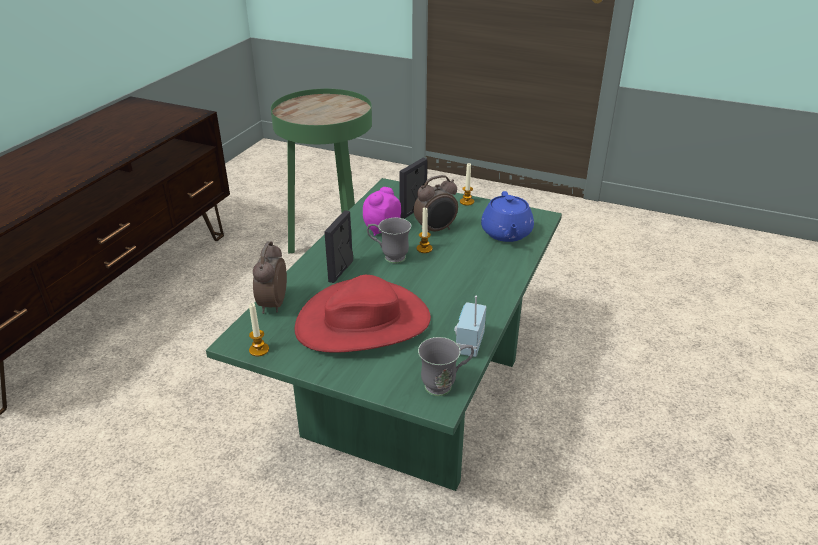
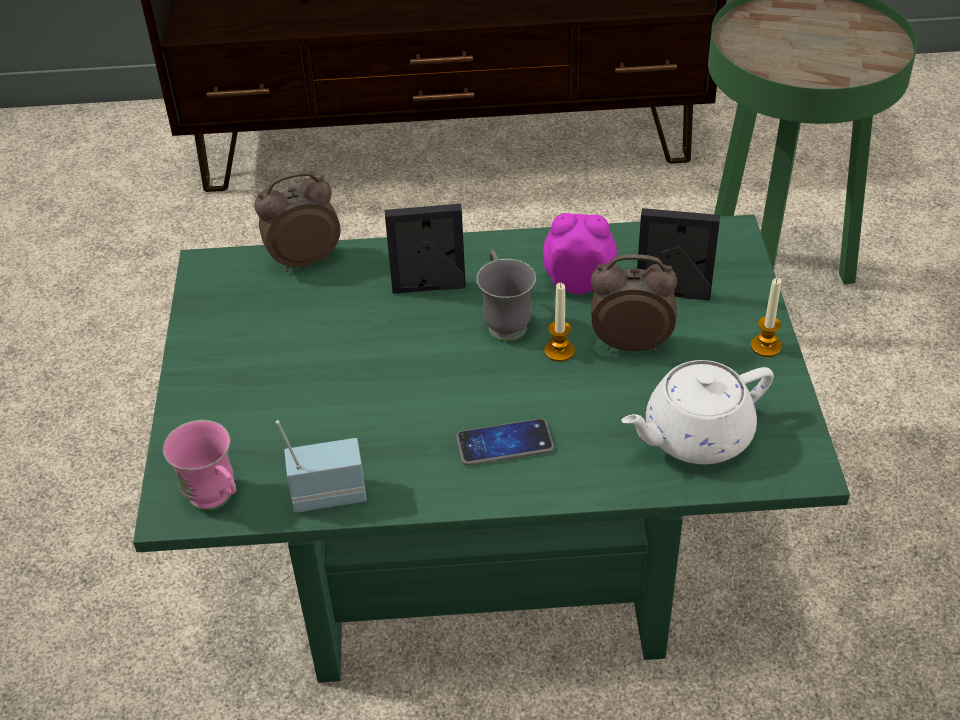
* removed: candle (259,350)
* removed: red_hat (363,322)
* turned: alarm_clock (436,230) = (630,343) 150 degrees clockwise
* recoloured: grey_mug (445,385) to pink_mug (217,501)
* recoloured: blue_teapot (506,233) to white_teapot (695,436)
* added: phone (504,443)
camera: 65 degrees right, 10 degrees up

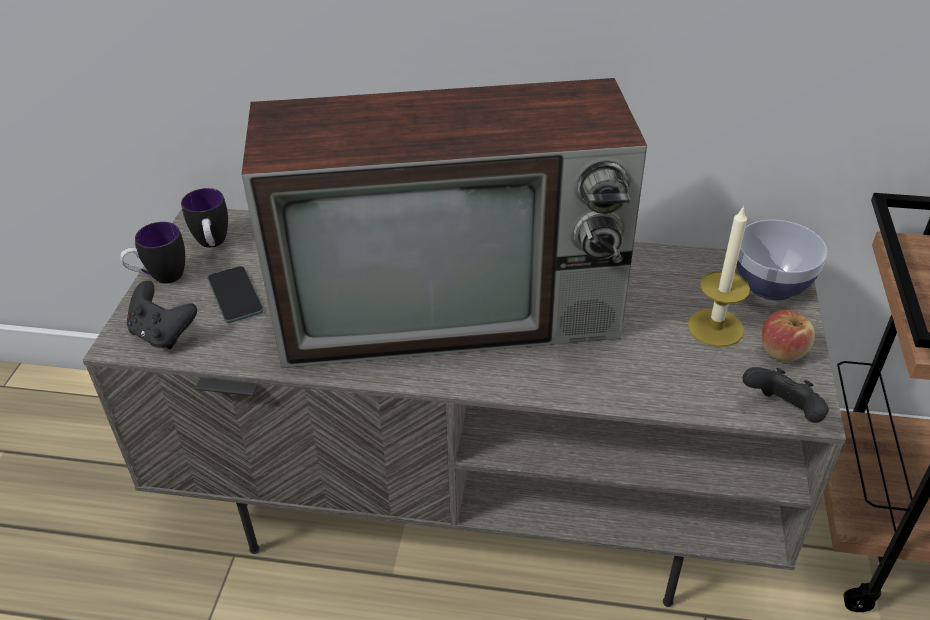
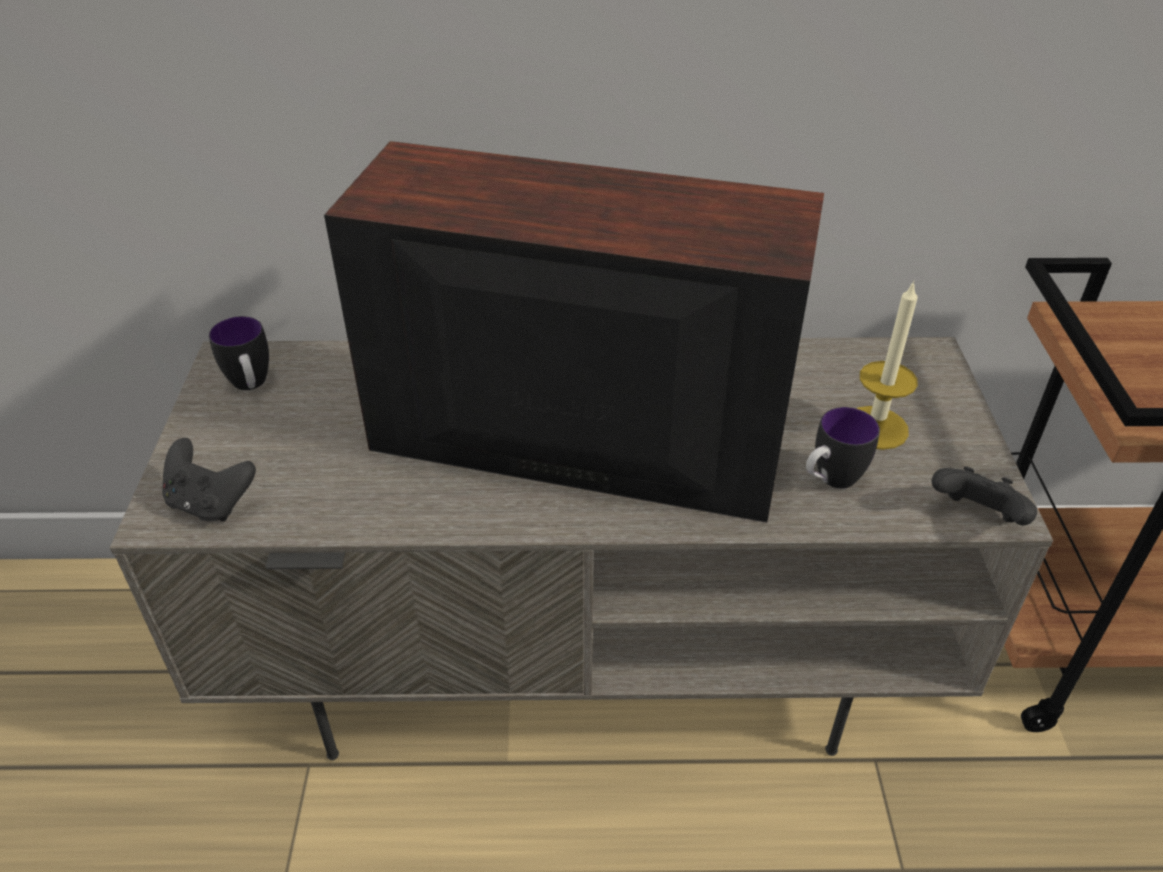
* moved: mug (160,278) to (830,481)
* removed: phone (235,295)
* turned: television (454,311) = (569,438) 150 degrees counterclockwise
* removed: bowl (771,285)
* removed: apple (782,351)
camera: 10 degrees left, 0 degrees up

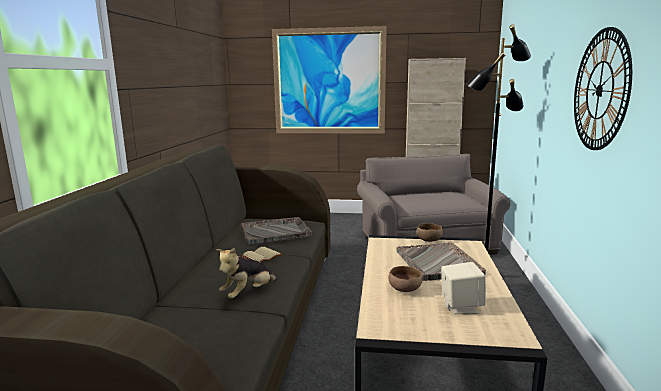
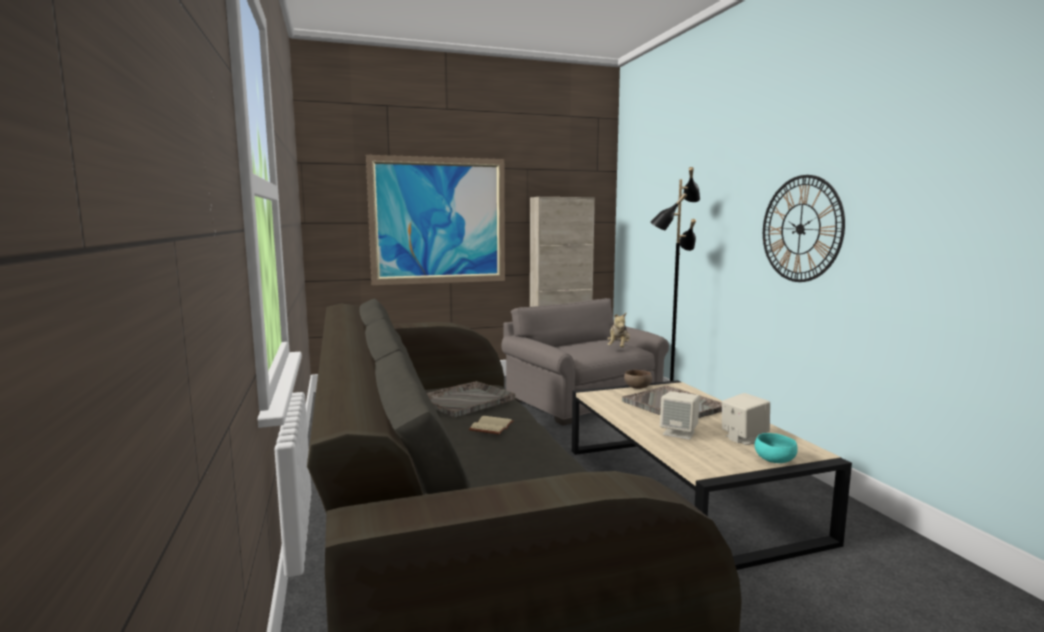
* moved: plush_toy (248,293) to (619,348)
* replaced: brown_bowl (405,290) to beige_speaker (679,433)
* added: turquoise_bowl (775,461)
camera: 25 degrees left, 5 degrees down

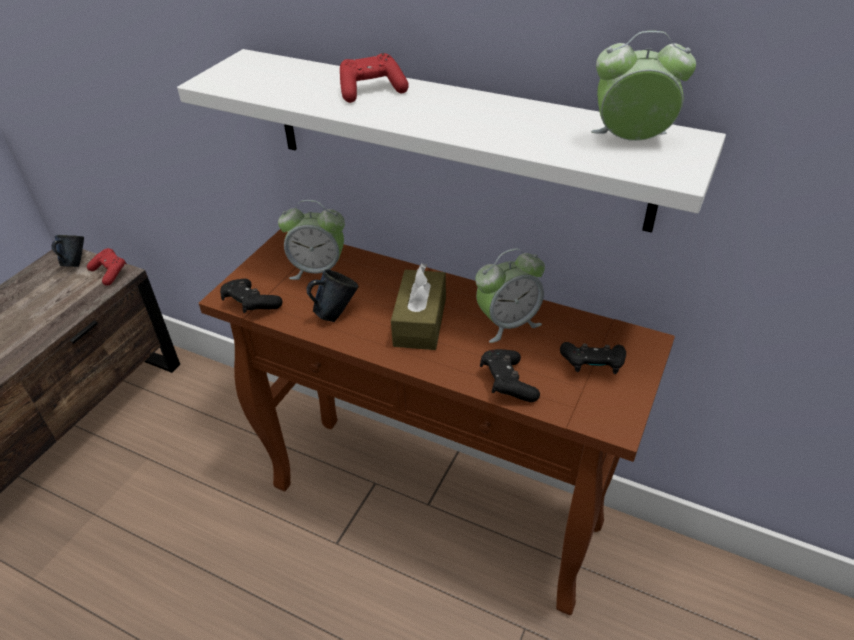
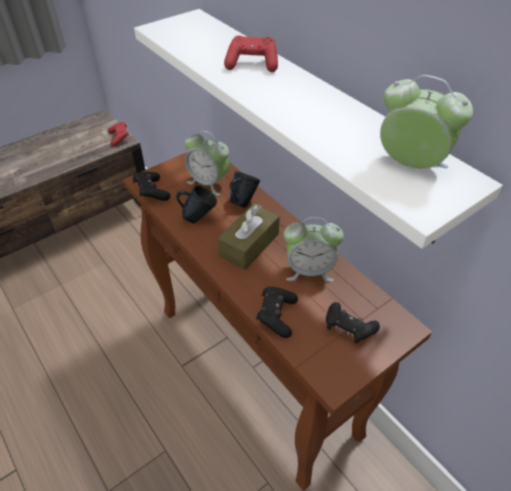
* moved: blue_mug (75,263) to (243,202)
camera: 25 degrees right, 5 degrees up

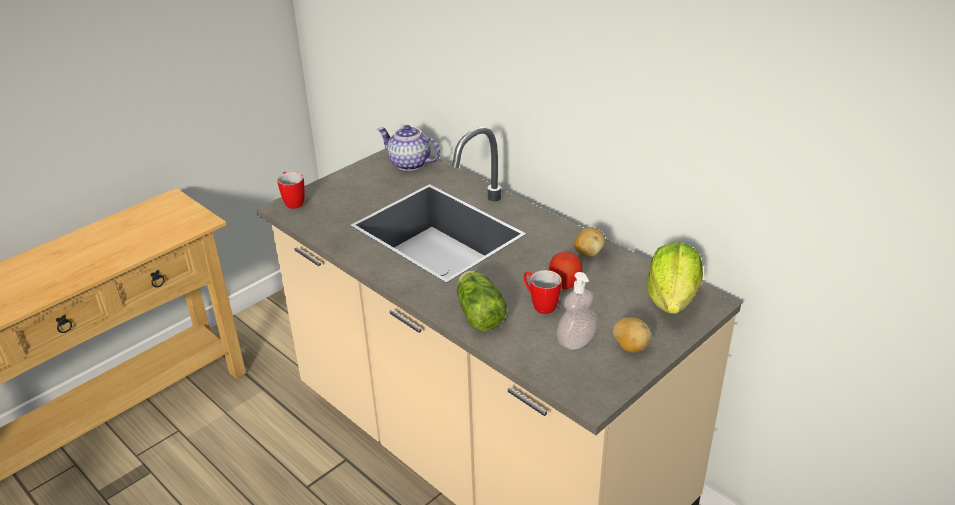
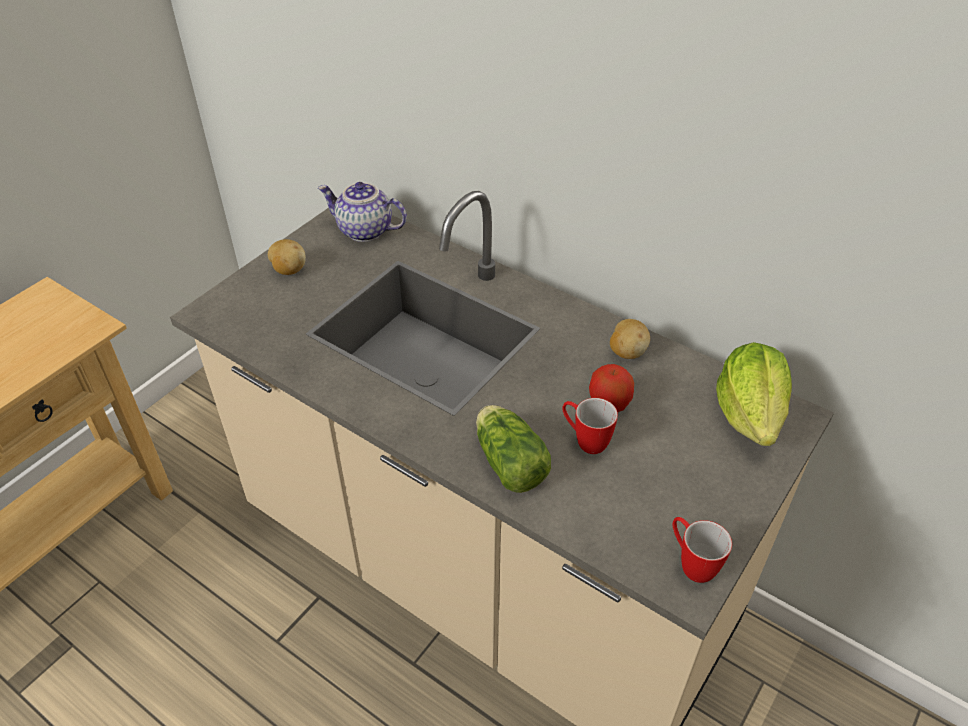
* moved: mug (293,202) to (691,563)
* removed: soap_dispenser (576,341)
* moved: potato (630,347) to (288,270)
camera: 10 degrees left, 10 degrees up

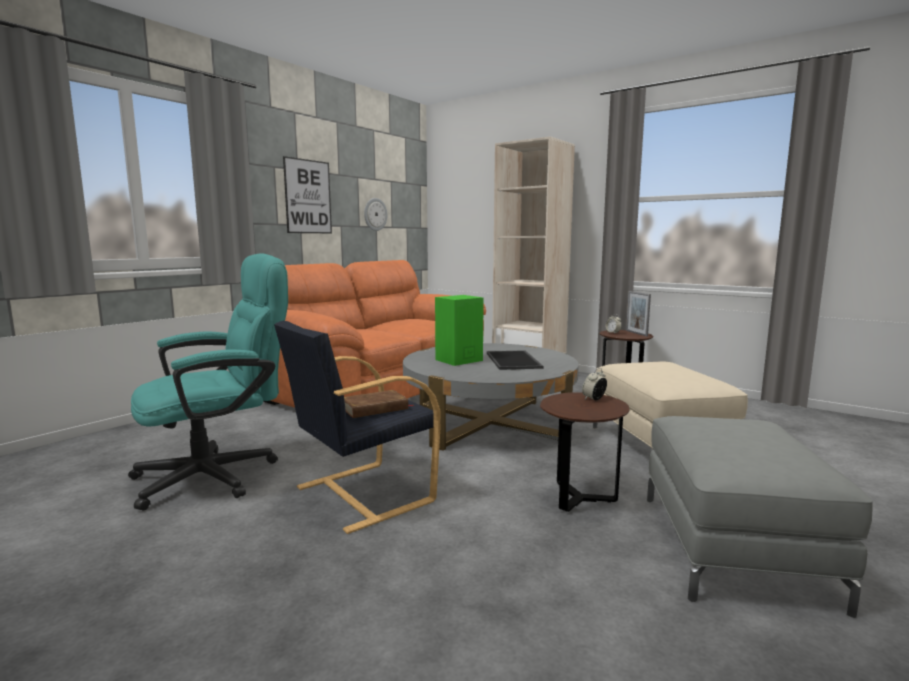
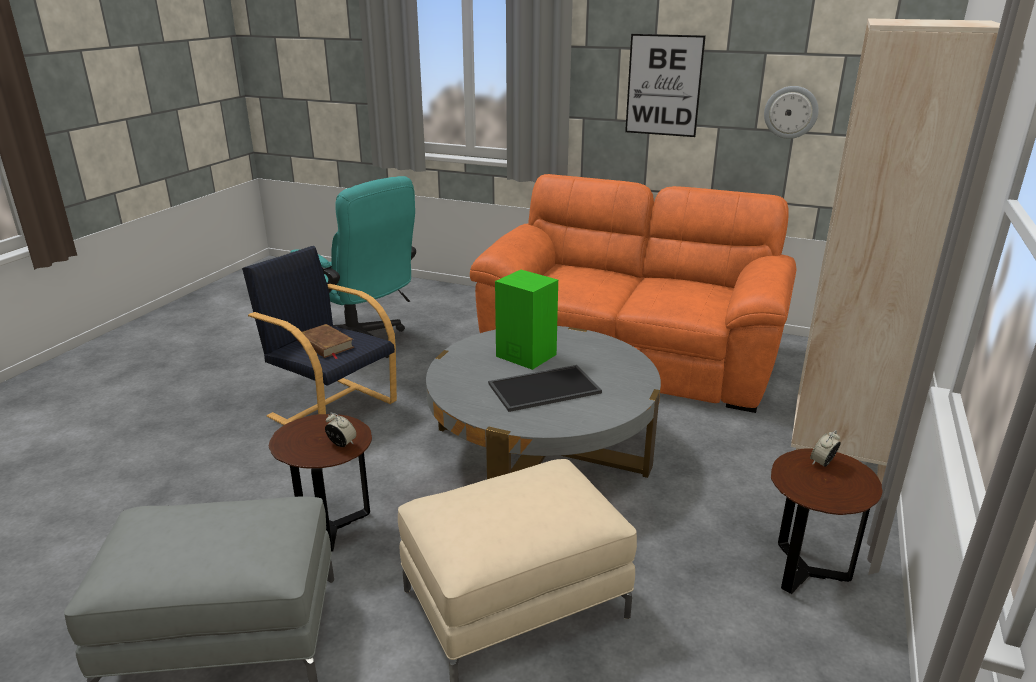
* removed: picture_frame (636,333)
camera: 75 degrees right, 15 degrees up

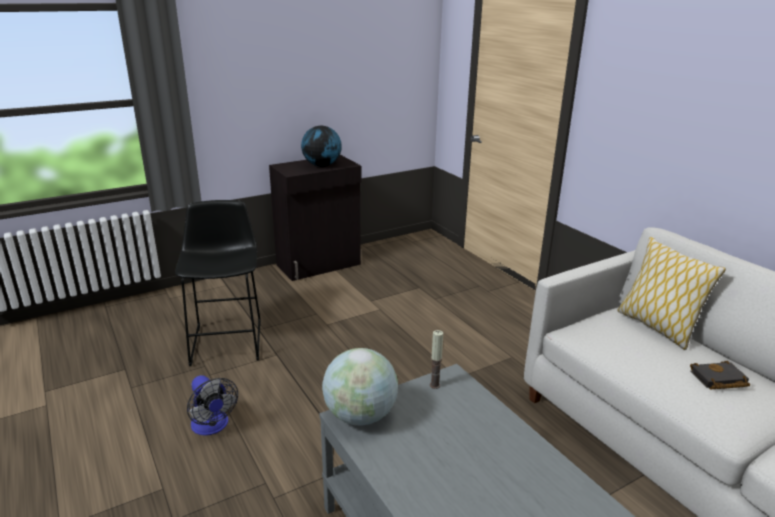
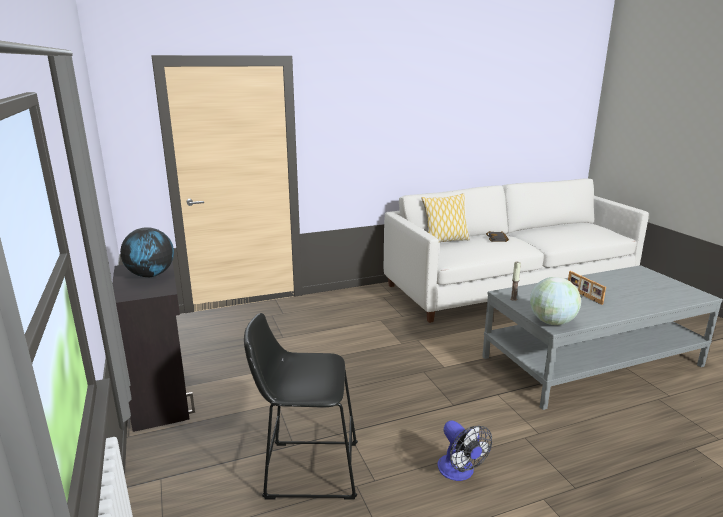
* turned: fan (212,426) = (459,472) 90 degrees clockwise
* added: picture_frame (583,295)
camera: 80 degrees left, 5 degrees down

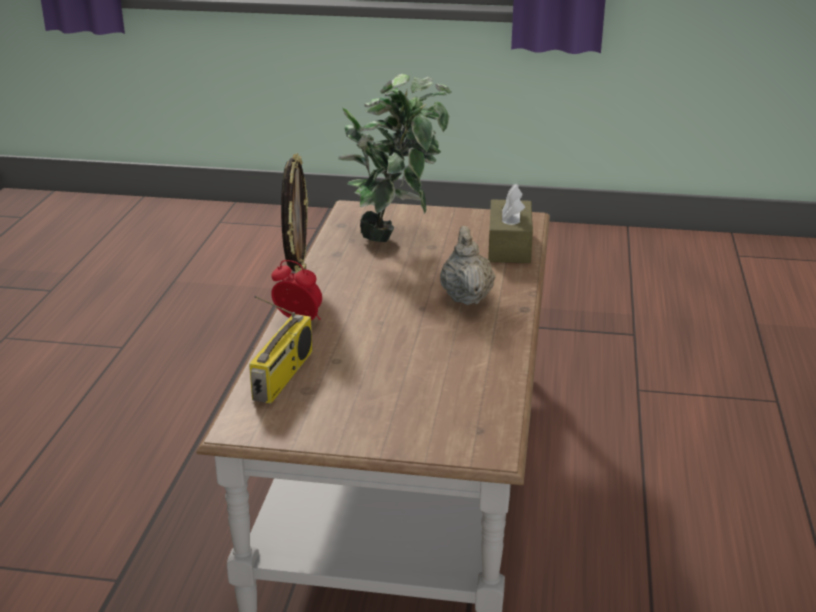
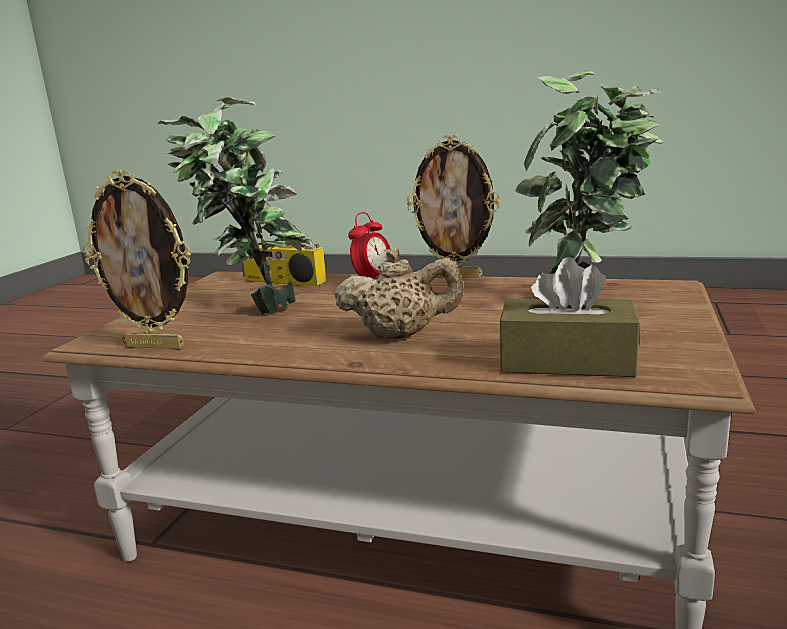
* added: picture_frame (156,346)
* added: potted_plant (253,309)
camera: 100 degrees right, 10 degrees down

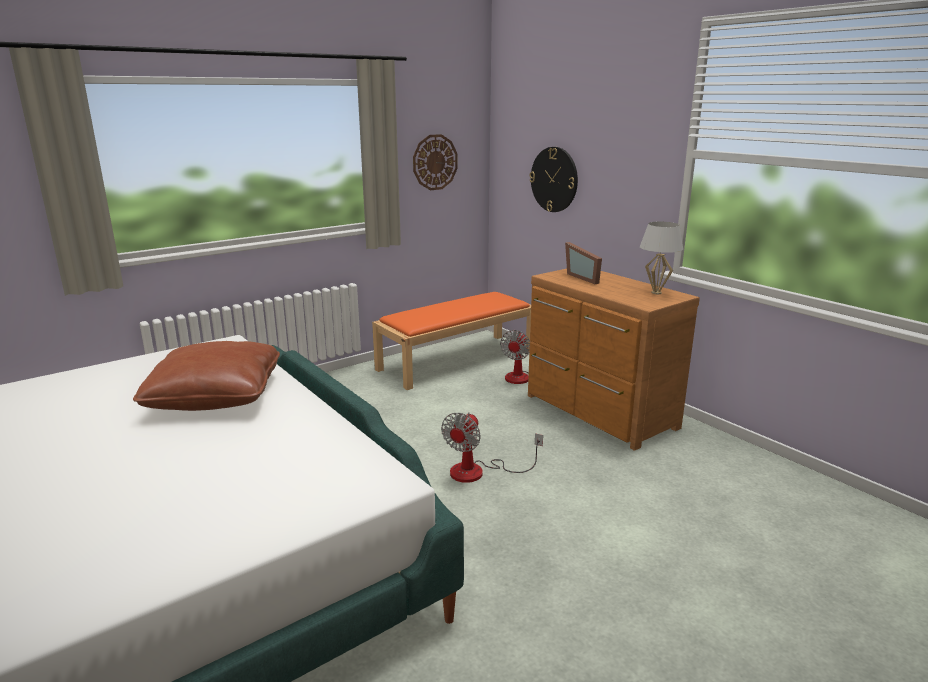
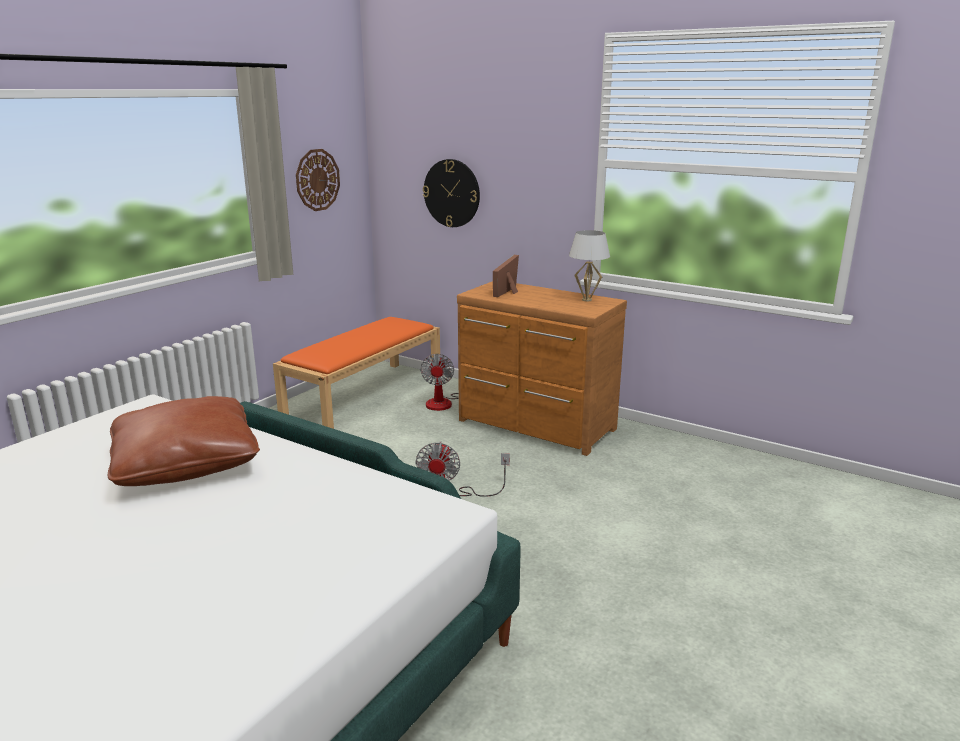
* turned: picture_frame (584,277) = (510,291) 75 degrees clockwise
camera: 20 degrees left, 0 degrees up

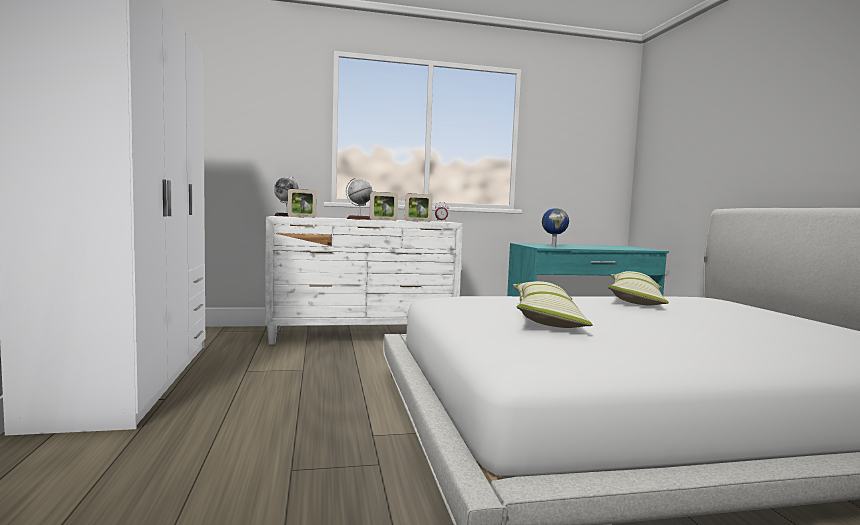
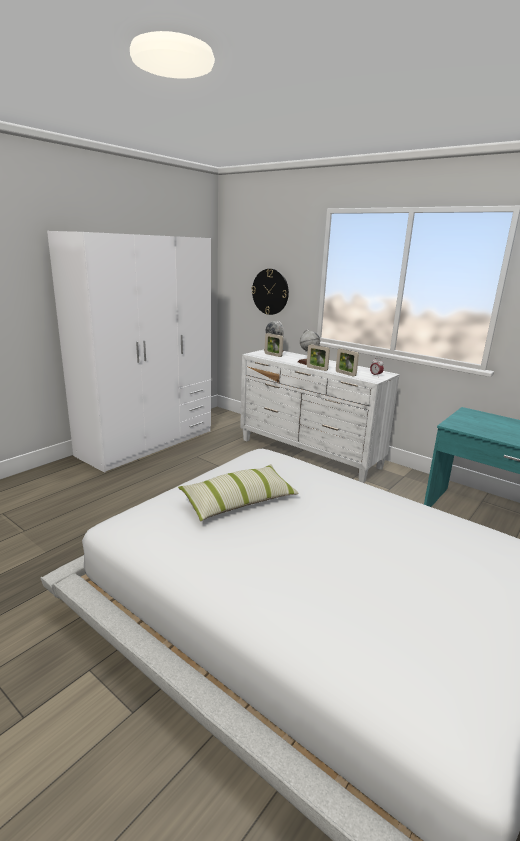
* removed: globe (553,246)
* removed: pillow (635,300)
* added: wall_clock (270,291)
camera: 50 degrees right, 15 degrees up

